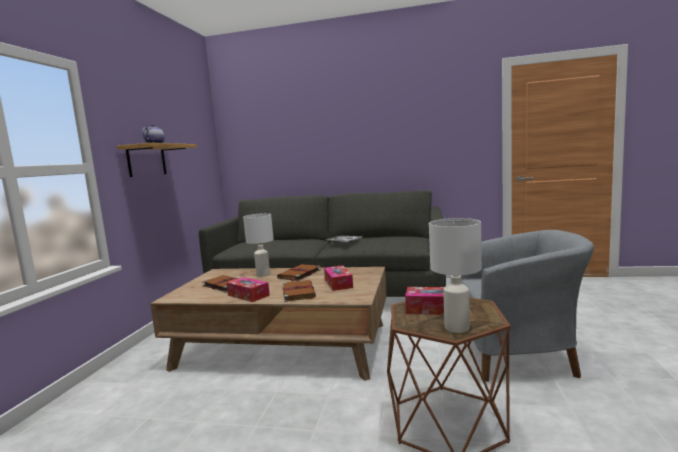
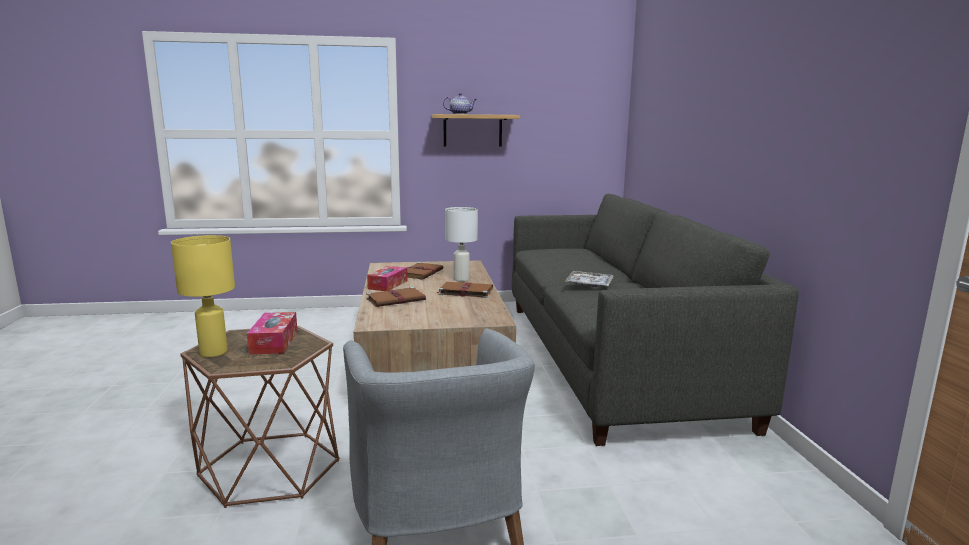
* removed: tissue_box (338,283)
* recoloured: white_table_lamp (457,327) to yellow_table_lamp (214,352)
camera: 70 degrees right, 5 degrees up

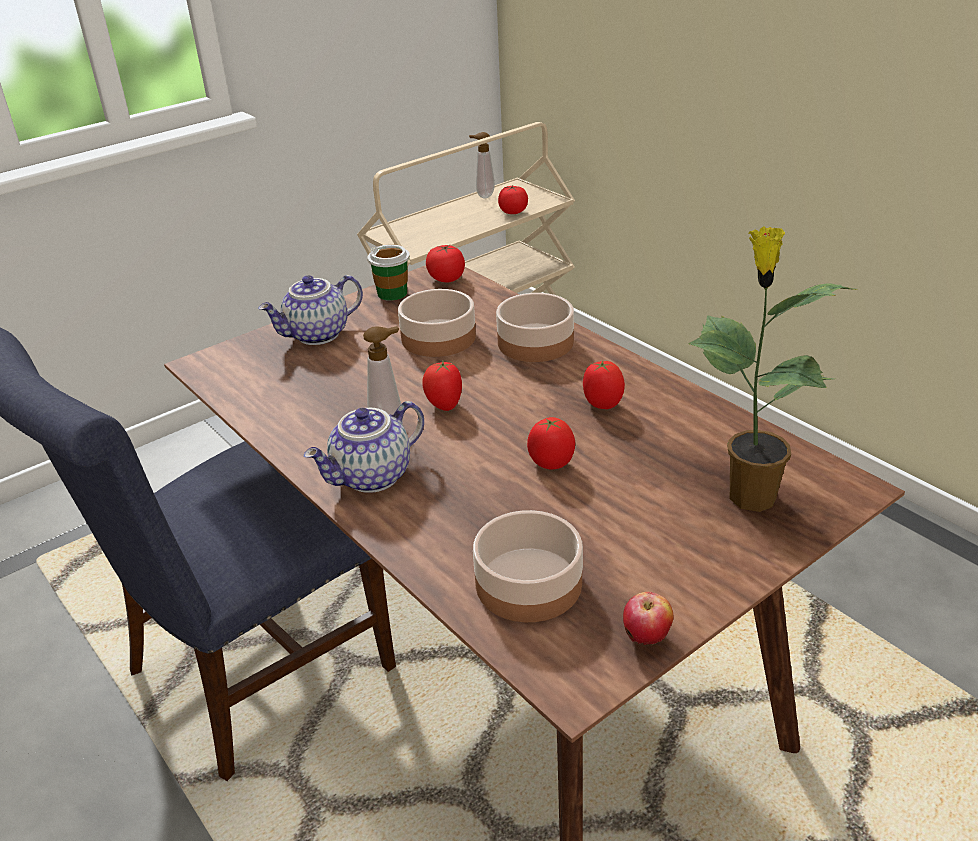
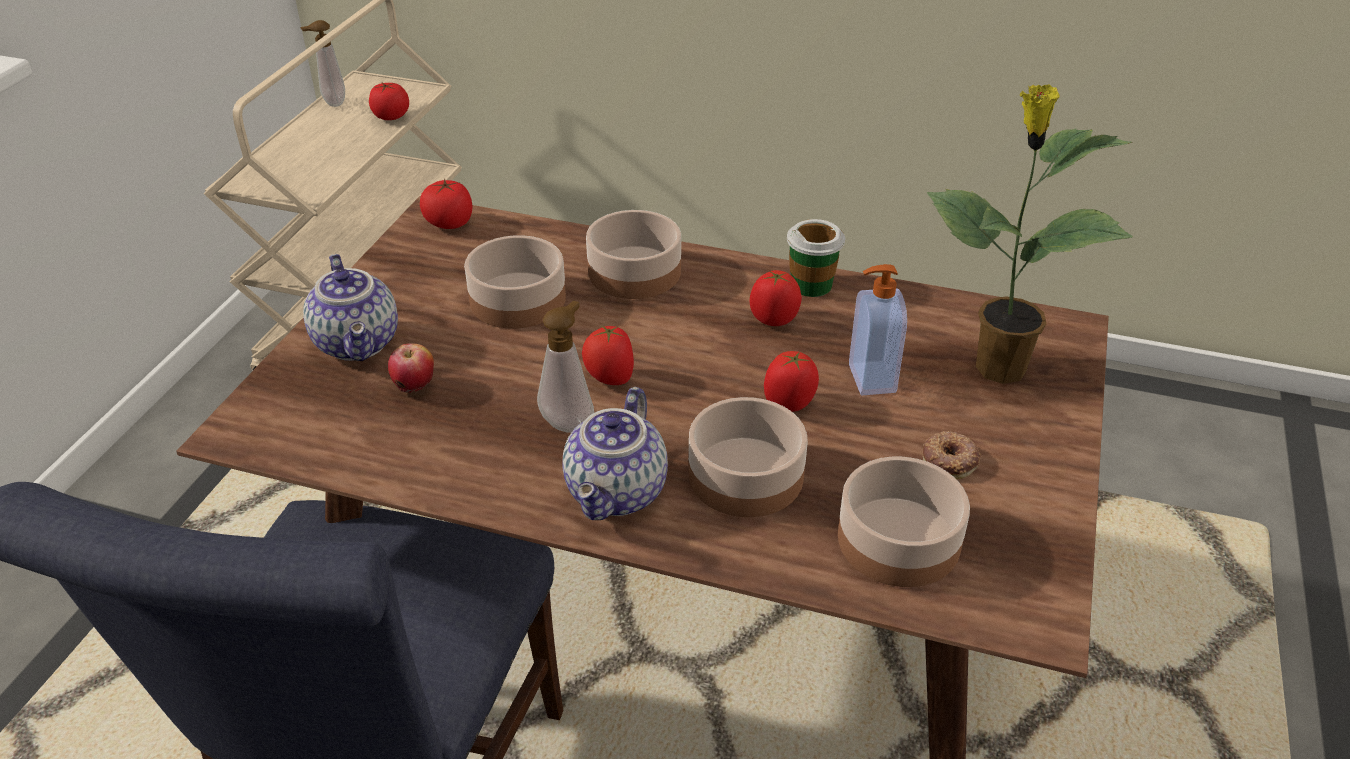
* turned: teapot (317,335) = (359,343) 45 degrees counterclockwise
* moved: cup (392,293) to (811,285)
* moved: apple (646,639) to (415,388)
* added: bowl (744,477)
* added: soap_dispenser (870,379)
* added: donut (950,460)
camera: 35 degrees left, 5 degrees up

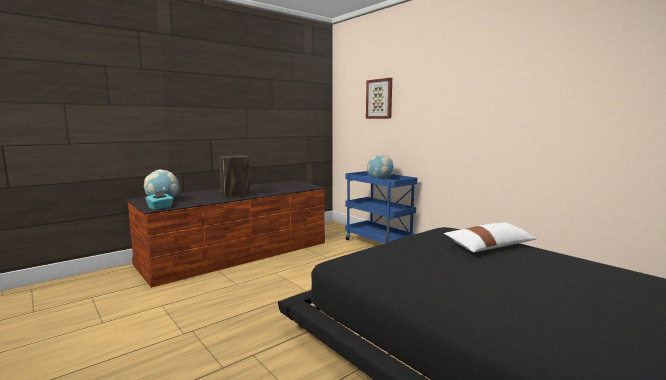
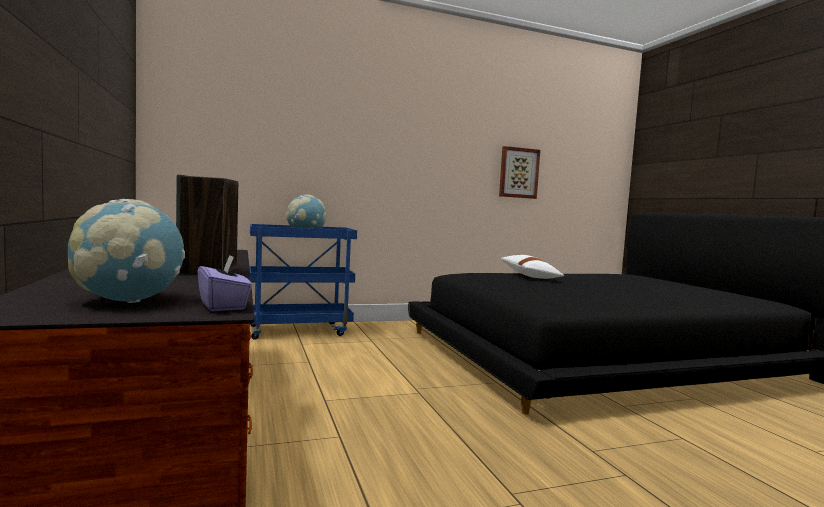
* recoloured: turquoise_tissue_box (160,208) to purple_tissue_box (223,305)
* moved: picture (379,99) to (518,173)
camera: 70 degrees left, 5 degrees down

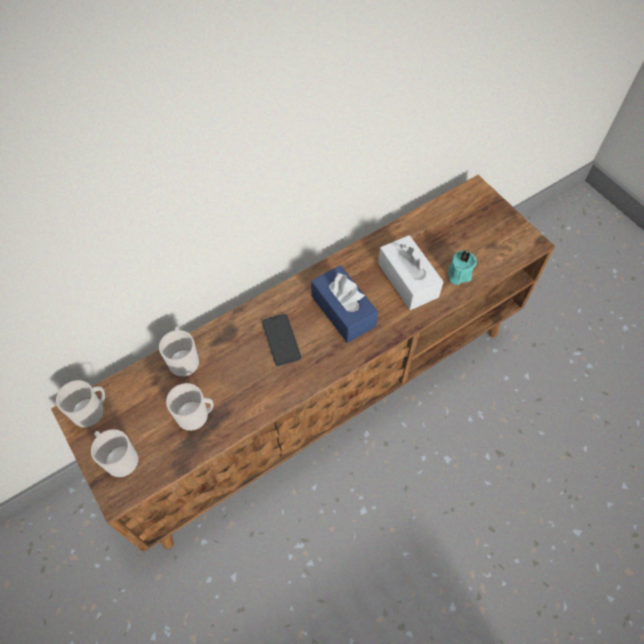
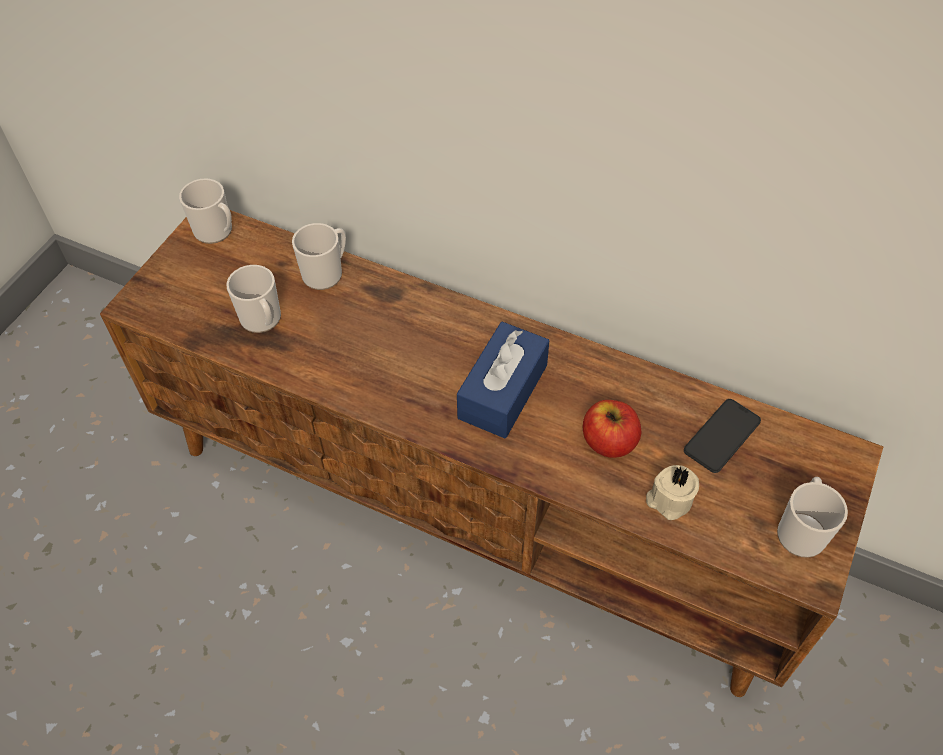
* moved: mug (119,458) to (801,530)
* moved: phone (281,340) to (722,436)
* replaced: white_tissue_box (408,280) to apple (609,442)
* recoloured: turquoise_candle (458,274) to beige_candle (669,500)
camera: 60 degrees right, 5 degrees down

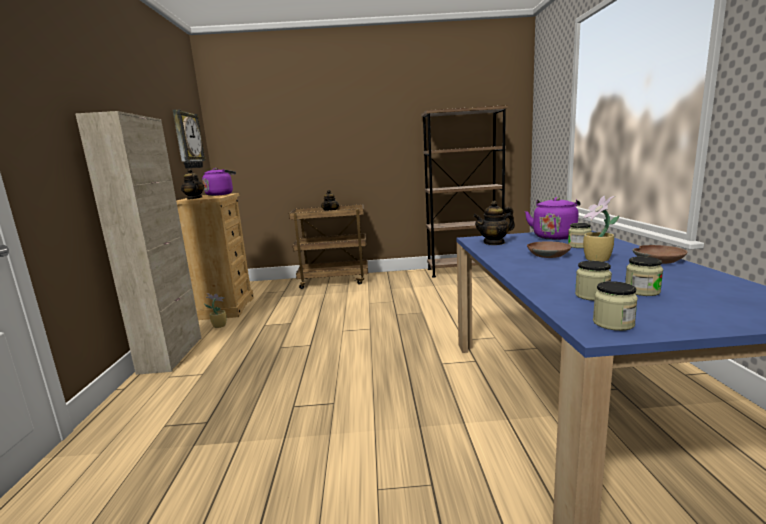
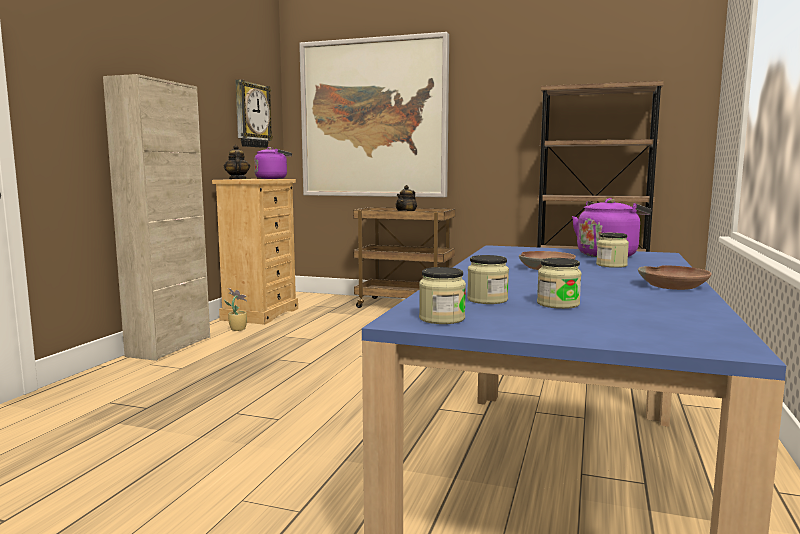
* removed: teapot (494,243)
* removed: potted_plant (597,260)
* added: picture (374,119)
camera: 20 degrees right, 5 degrees down

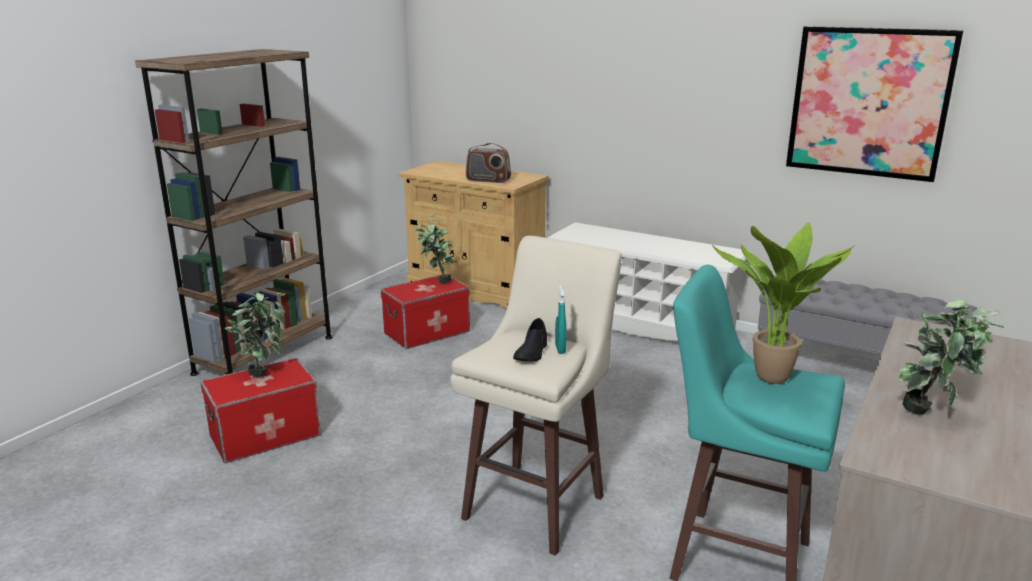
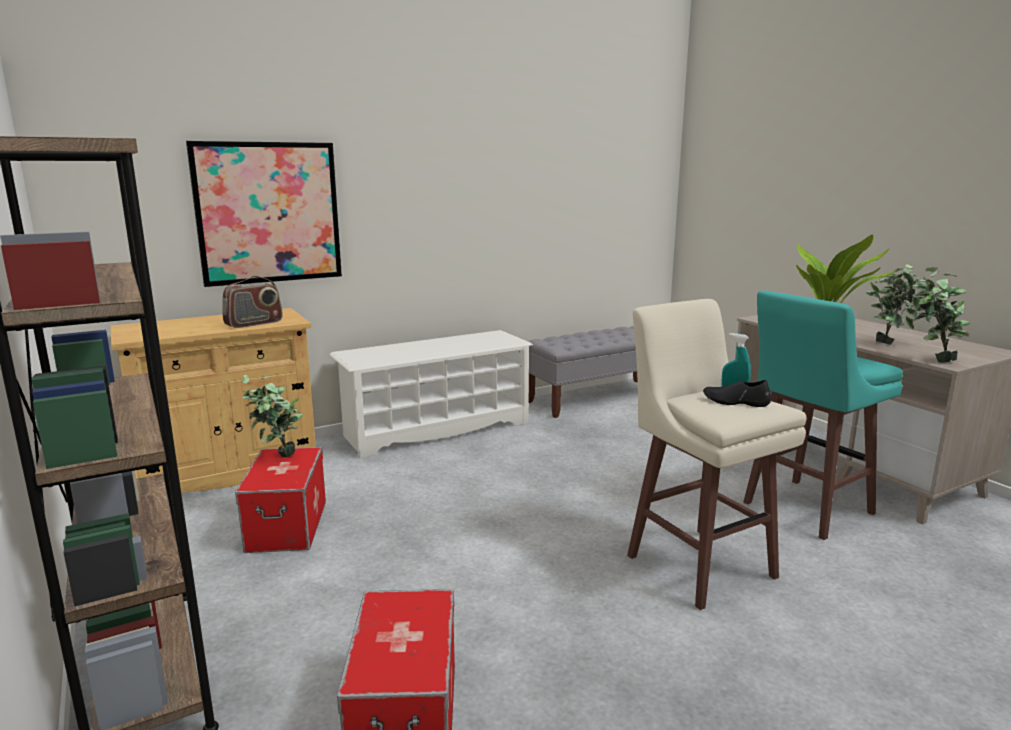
* moved: potted_plant (264,371) to (932,360)
* turned: black_shoe (531,352) = (735,402) 150 degrees clockwise
* moved: picture (868,102) to (268,213)
camera: 60 degrees left, 5 degrees down

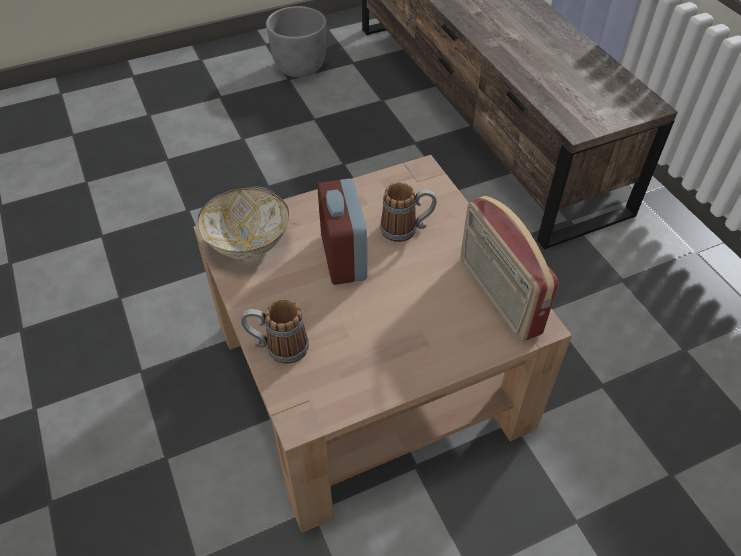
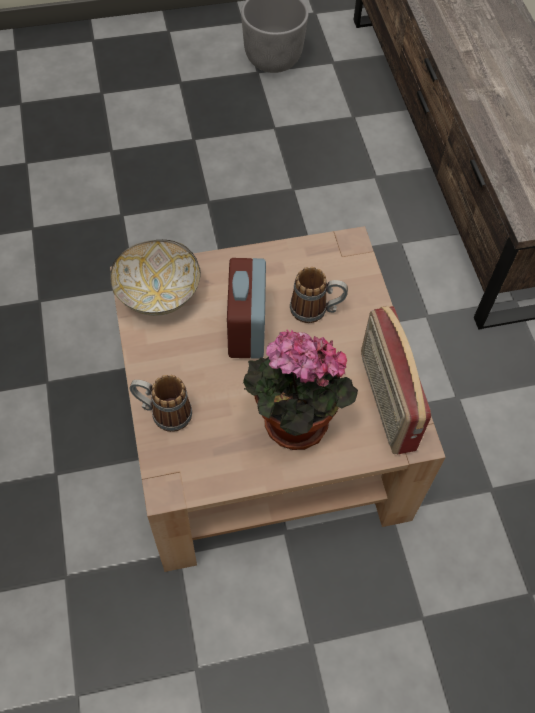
* added: potted_plant (291,426)
camera: 10 degrees right, 10 degrees up

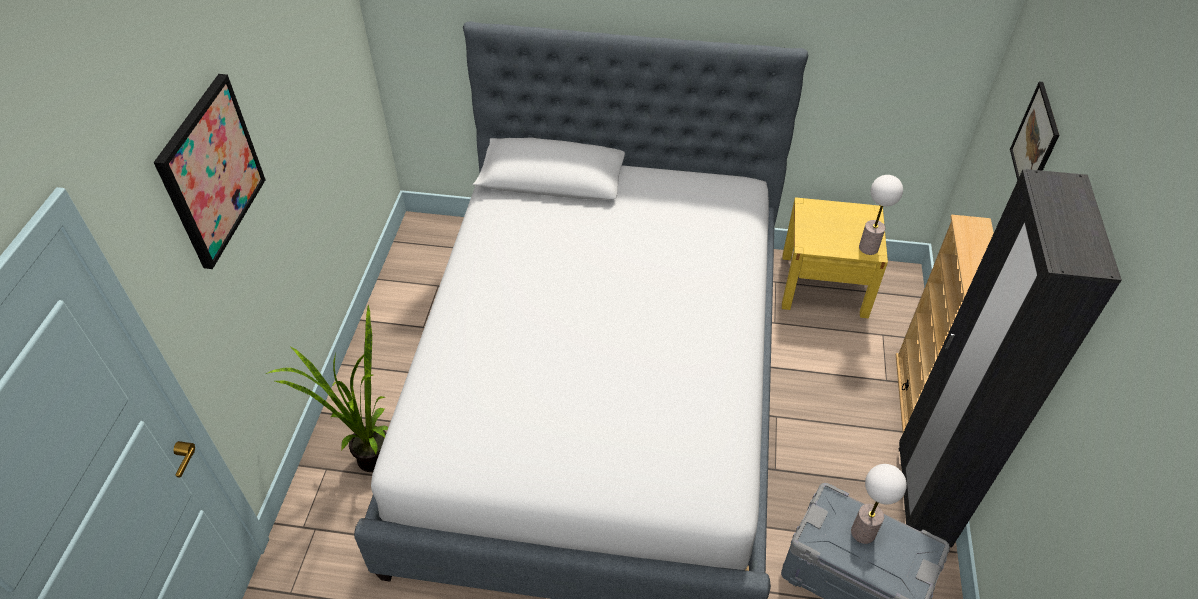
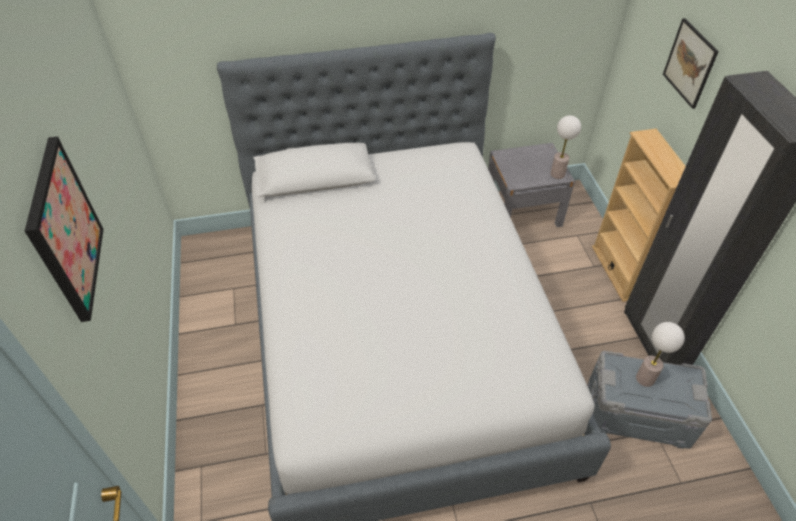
* removed: potted_plant (366,459)
* recoloured: yellow_nightstand (824,285) to grey_nightstand (522,211)
camera: 20 degrees left, 0 degrees up

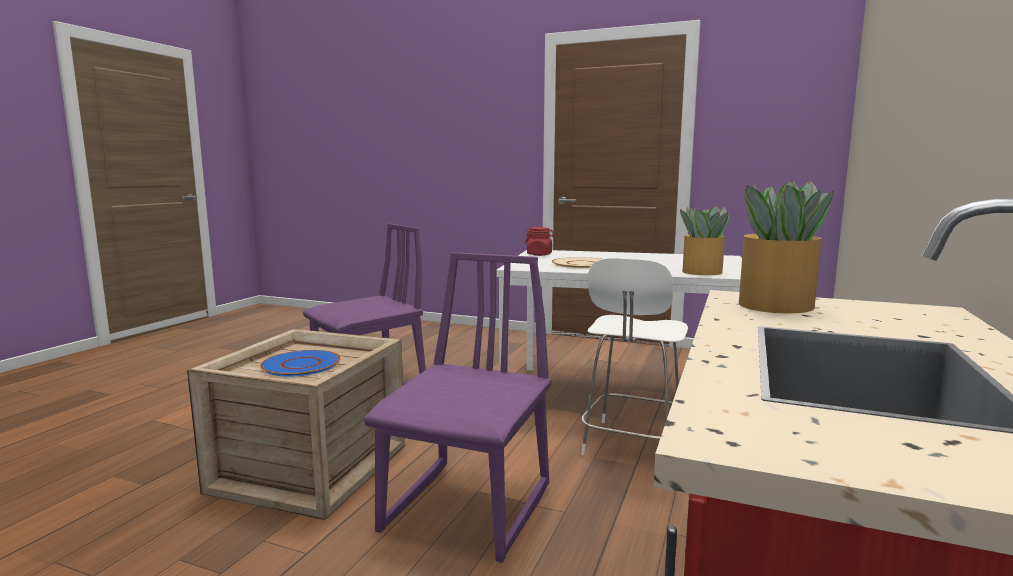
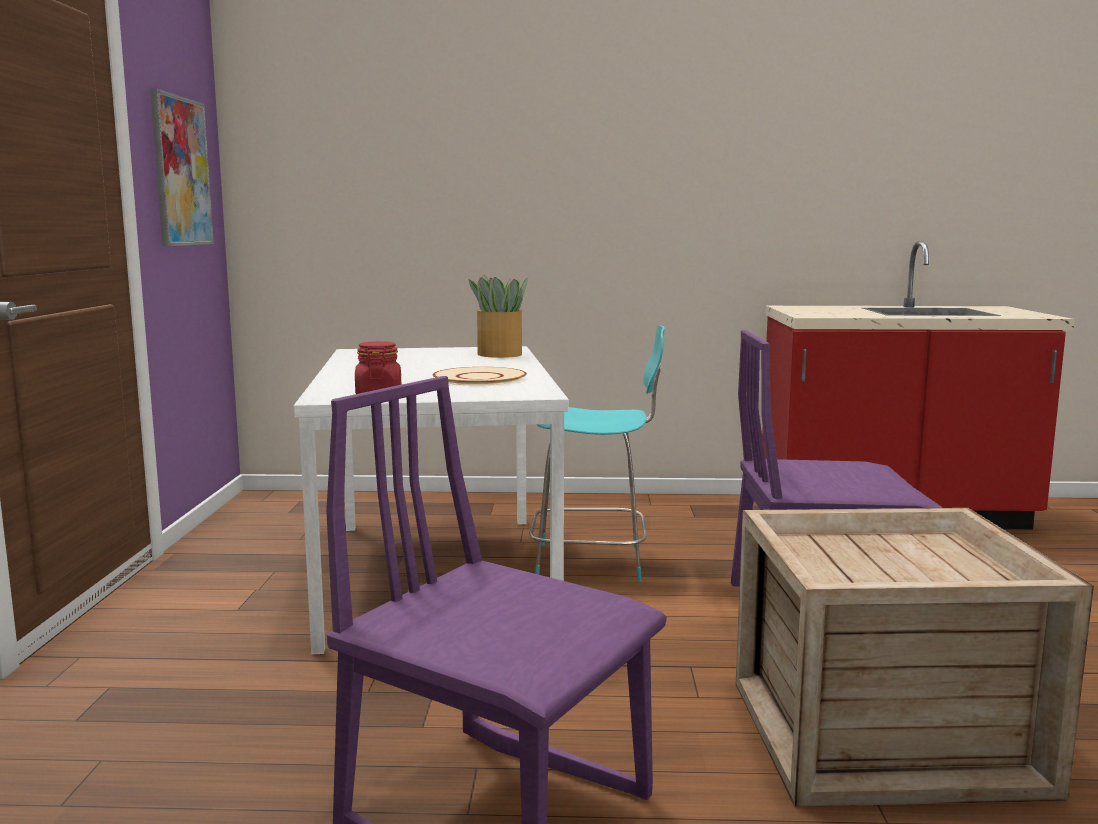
* removed: blue_plate (300,364)
* recoloured: white_chair (631,446) to turquoise_chair (594,562)
* removed: potted_plant (774,305)
* added: picture (181,172)
camera: 110 degrees left, 0 degrees up

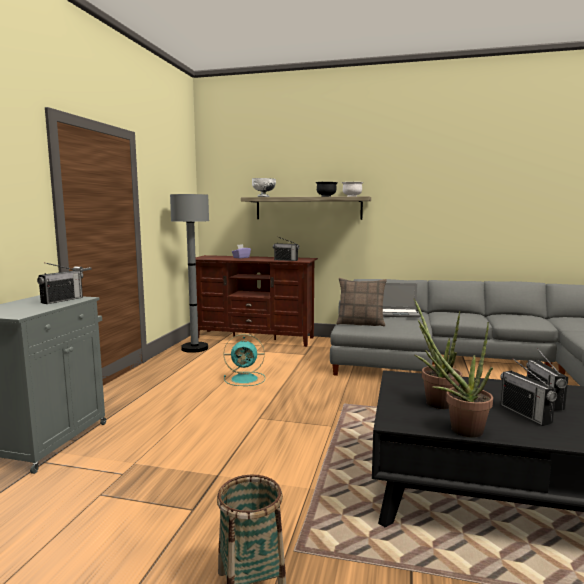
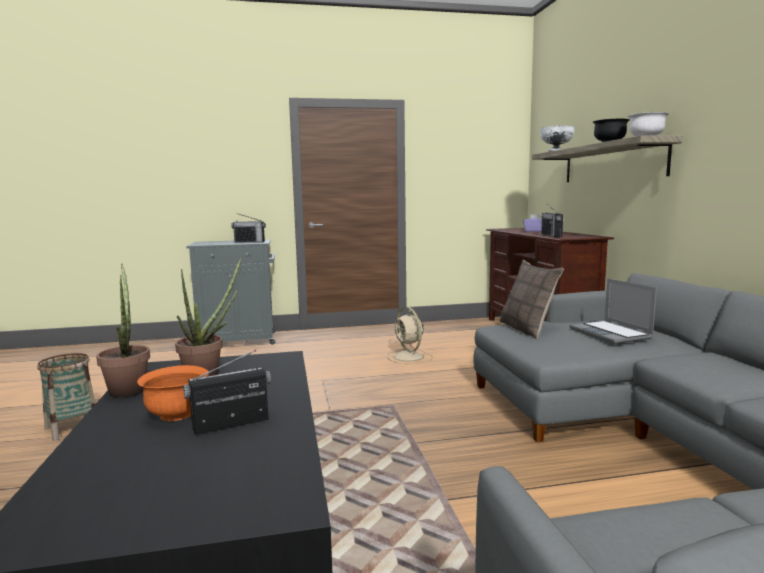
* removed: grey_floor_lamp (194,348)
* recoloured: turquoise_fan (245,379) to beige_fan (409,357)
* replaced: radio (525,414) to orange_bowl (177,414)
camera: 65 degrees right, 0 degrees up

